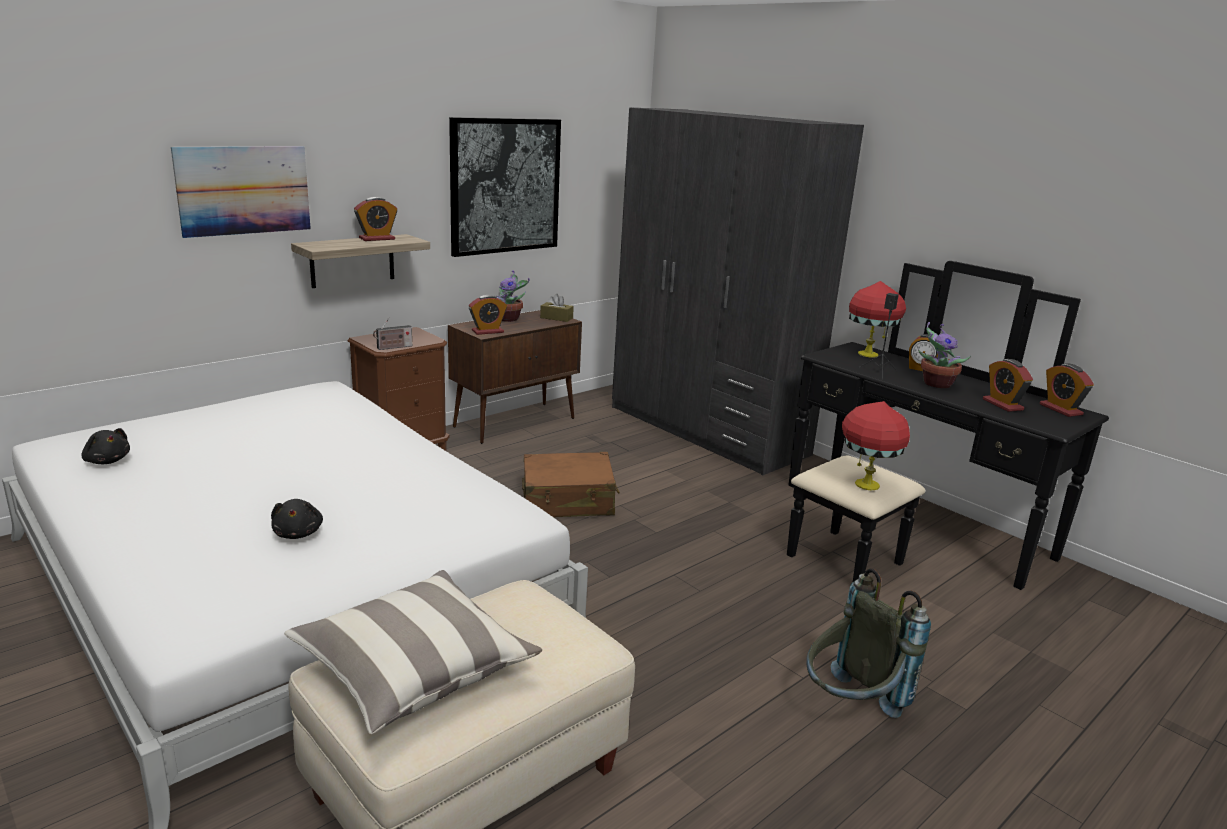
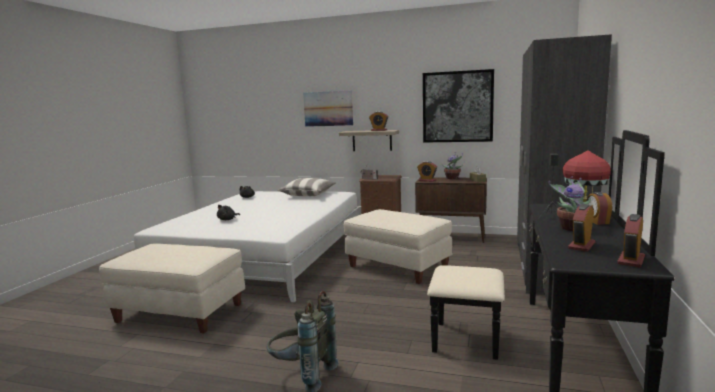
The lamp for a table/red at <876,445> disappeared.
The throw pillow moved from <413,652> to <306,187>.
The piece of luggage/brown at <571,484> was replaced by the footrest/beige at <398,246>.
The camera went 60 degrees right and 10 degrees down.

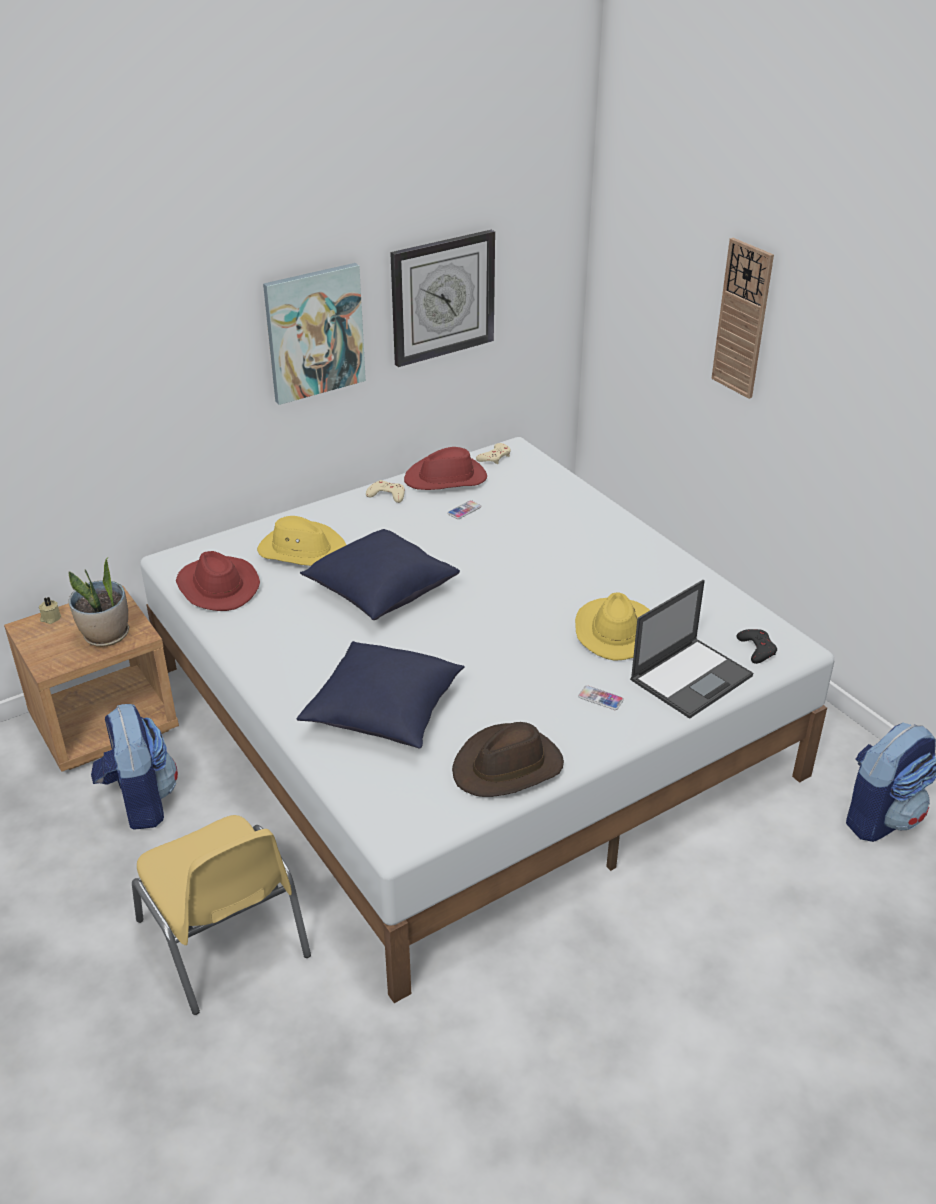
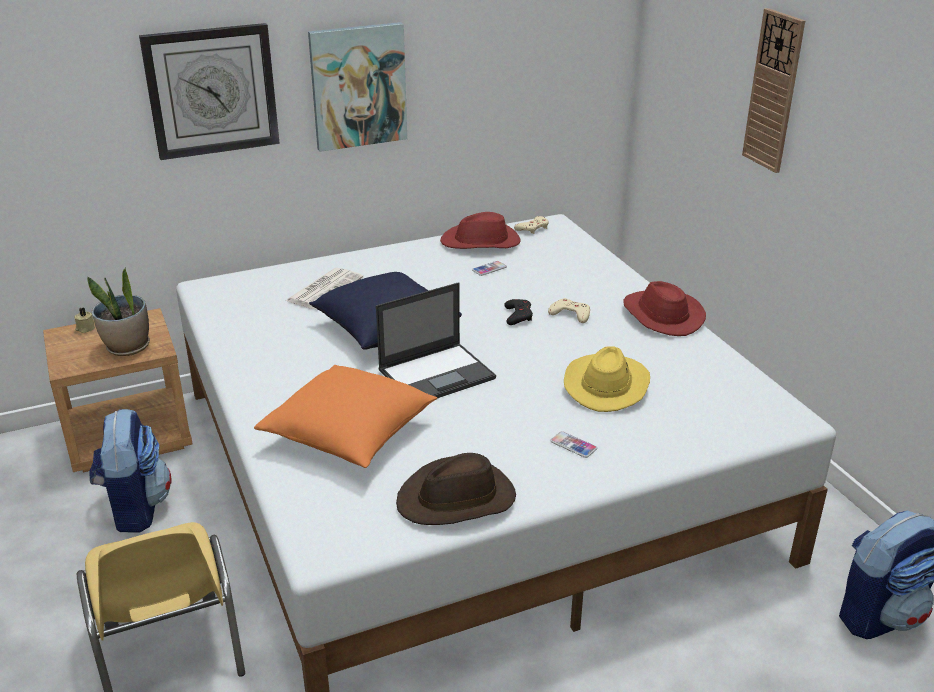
The clothing hat/red moved from <218,581> to <664,308>.
The joypad/beige moved from <385,491> to <569,310>.
The hanging clock moved from <442,298> to <209,91>.
The portable computer moved from <691,649> to <436,340>.
The joypad/black moved from <757,646> to <518,312>.
The clothing hat/yellow at <301,541> was replaced by the printed paper at <324,289>.
The throw pillow/bluish at <381,695> became the throw pillow/orange-coloured at <345,416>.
The camera went 10 degrees right and 5 degrees down.

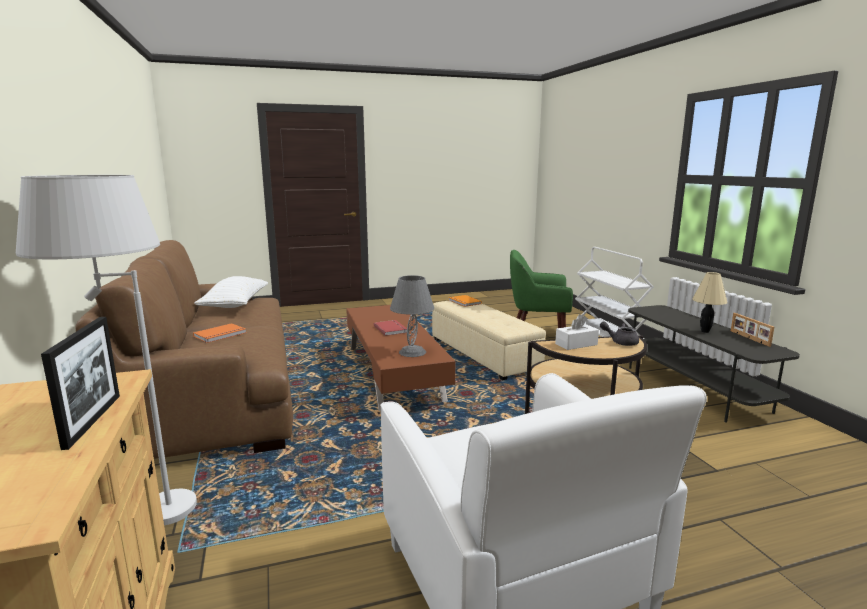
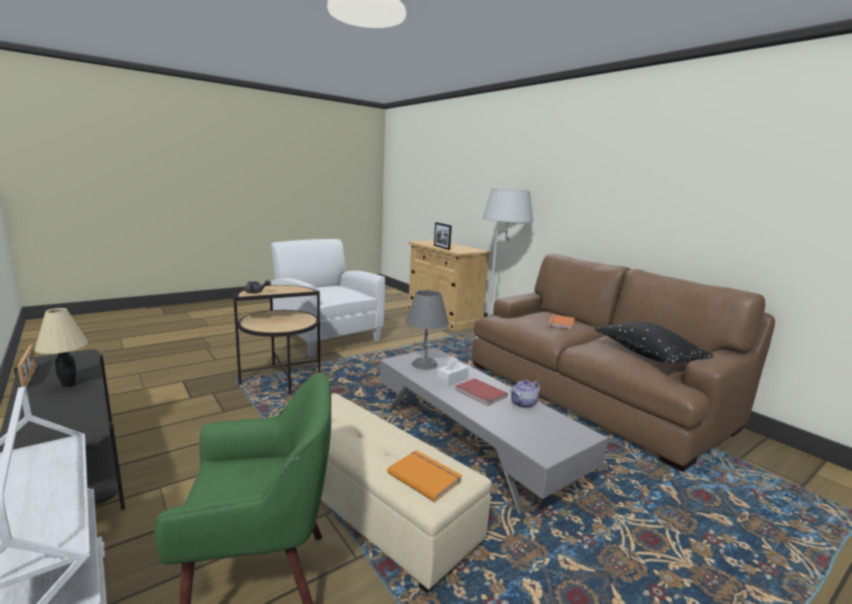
The tea pot at <525,394> appeared.
The tissue holder/white moved from <577,332> to <452,371>.
The throw pillow/white at <231,292> became the throw pillow/black at <654,343>.
The coffee table/brown at <401,358> became the coffee table/grey at <493,431>.
The camera went 160 degrees right and 0 degrees up.

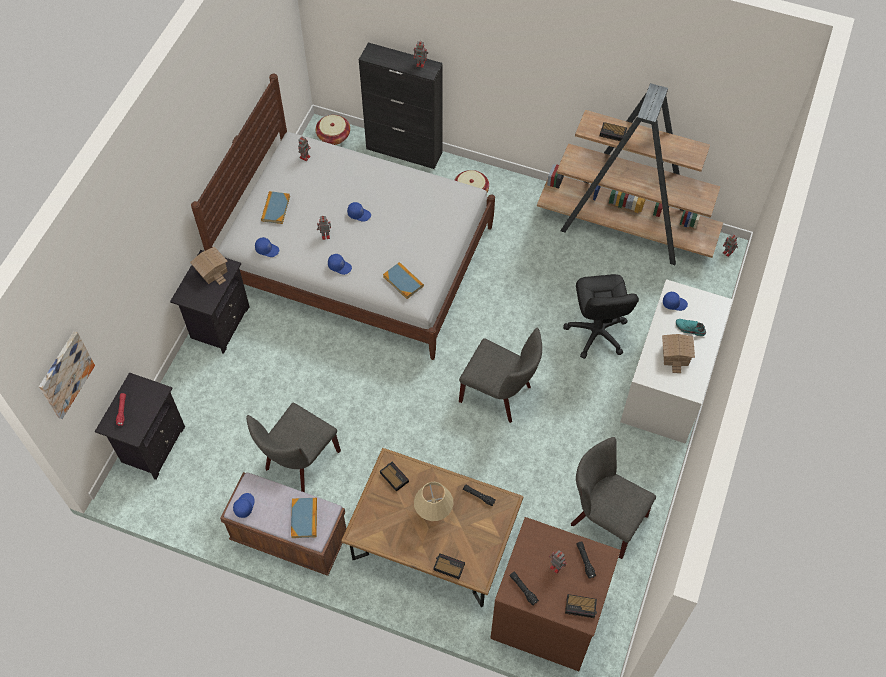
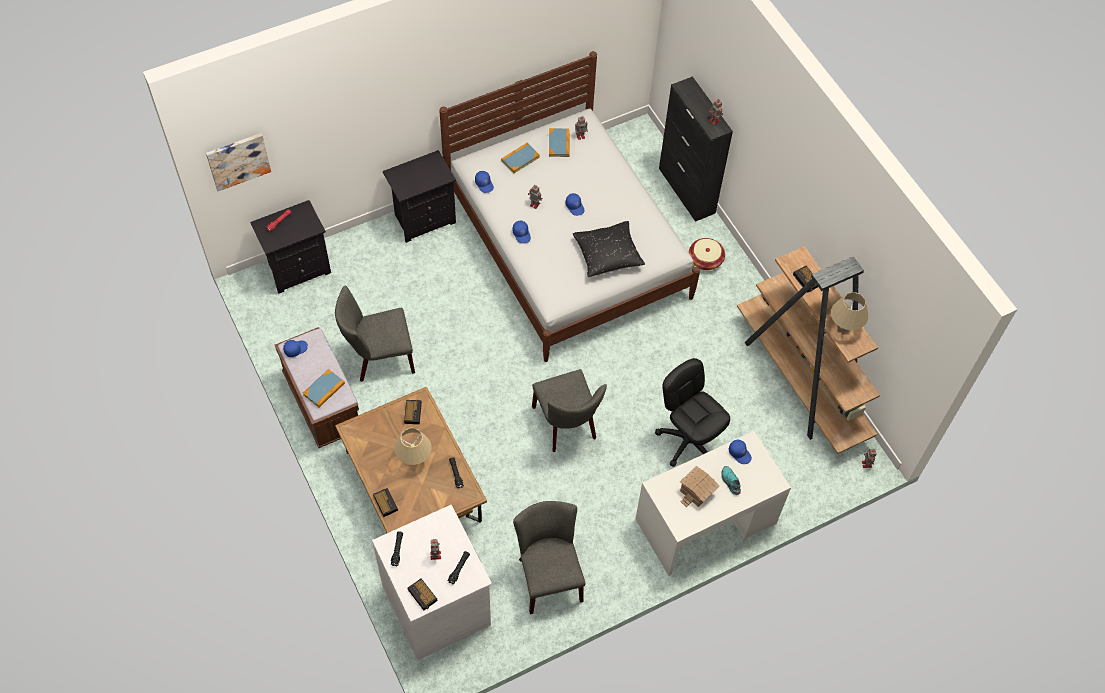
The model house at <209,266> disappeared.
The household basket at <333,130> disappeared.
The throw pillow/black at <609,249> appeared.
The lamp for a table/beige at <849,312> appeared.
The book moved from <403,280> to <559,142>.
The drawer chest/brown at <556,594> became the drawer chest/white at <432,582>.
The office chair/black at <601,316> turned 105 degrees clockwise.
The camera went 40 degrees right and 0 degrees up.

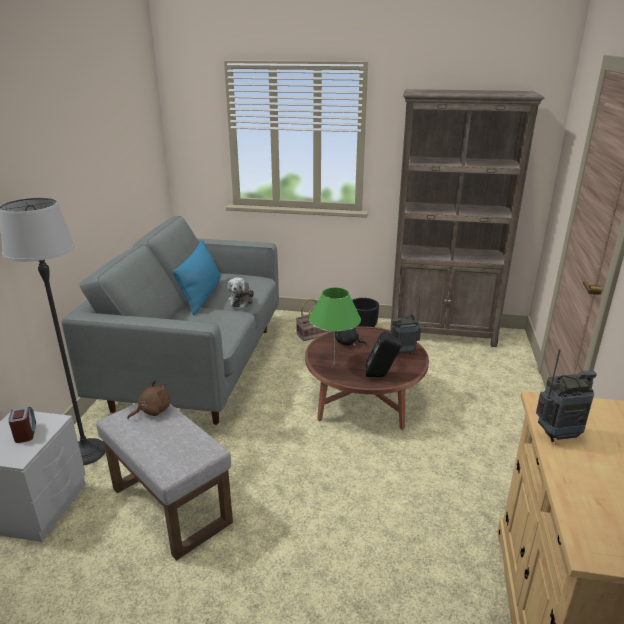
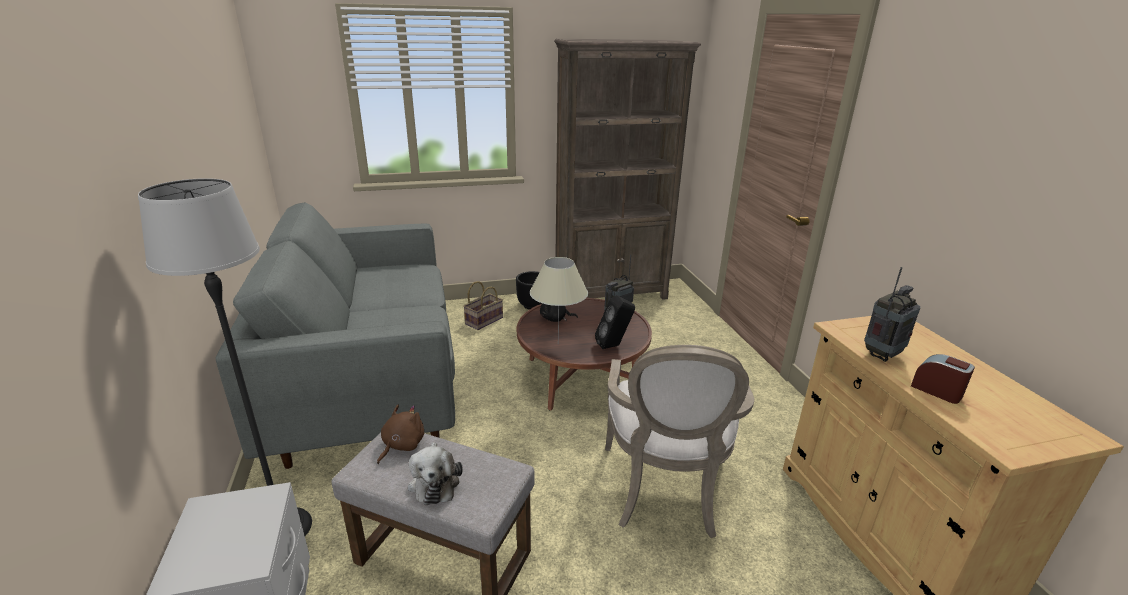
The throw pillow/bluish at <197,277> disappeared.
The easy chair at <679,441> appeared.
The bedside clock moved from <22,425> to <943,379>.
The soft toy moved from <241,292> to <435,473>.
The lamp for a table/green at <335,323> became the lamp for a table/beige at <559,299>.
The camera went 25 degrees left and 0 degrees up.

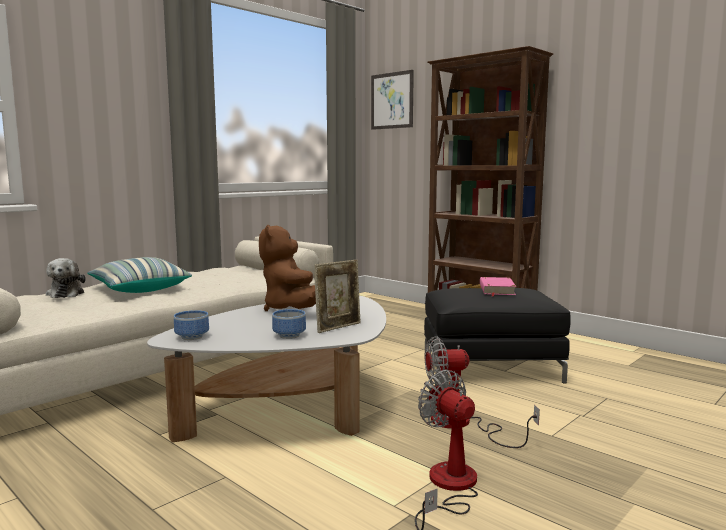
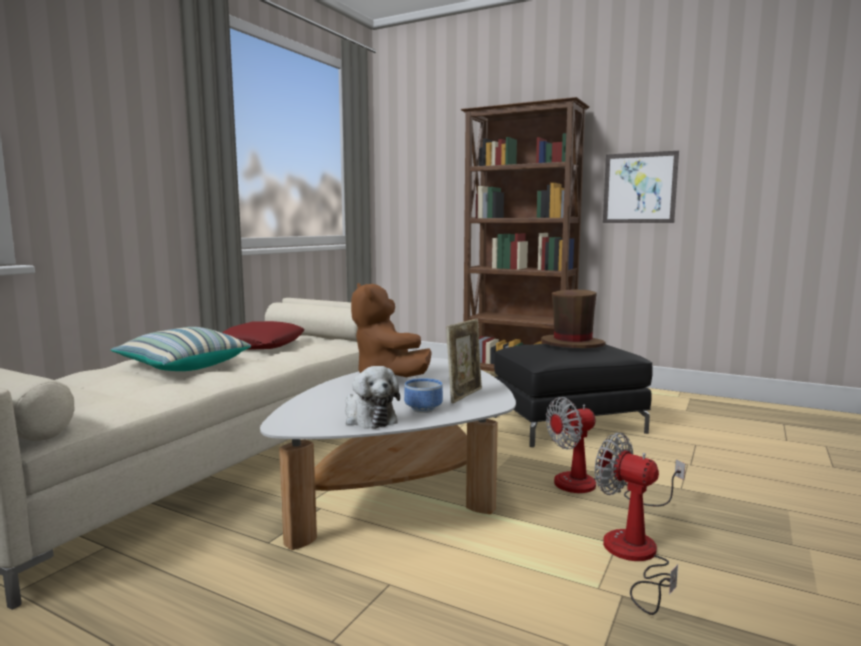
The serving bowl at <191,325> disappeared.
The throw pillow/red at <263,335> appeared.
The soft toy moved from <66,278> to <372,397>.
The wall picture moved from <392,100> to <641,187>.
The book/pink-coloured at <498,287> was replaced by the clothing hat/brown at <573,318>.
The camera went 15 degrees left and 0 degrees up.

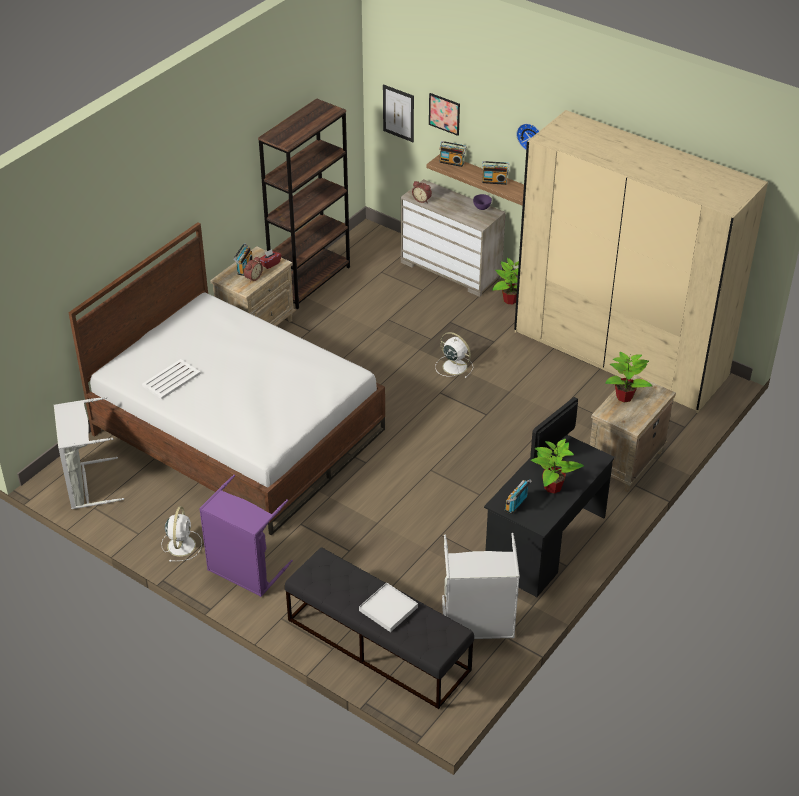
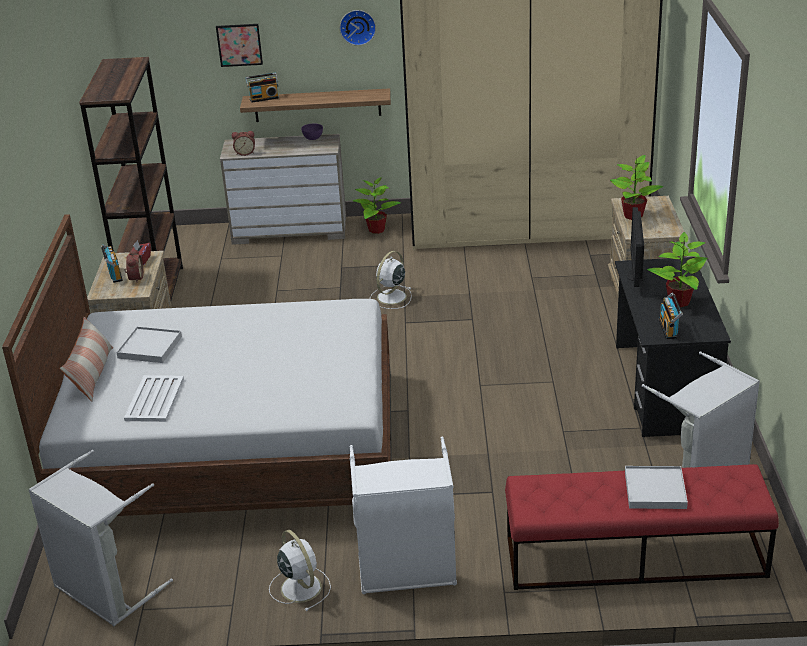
The wall picture at <398,113> disappeared.
The radio receiver at <495,173> disappeared.
The throw pillow at <86,359> appeared.
The carrying tray/white at <149,344> appeared.
The laundry basket/purplish at <246,536> became the laundry basket/white at <403,515>.
The long seat/black at <379,628> became the long seat/red at <642,527>.
The electric fan/white at <454,355> turned 60 degrees counterclockwise.
The camera went 35 degrees left and 10 degrees down.

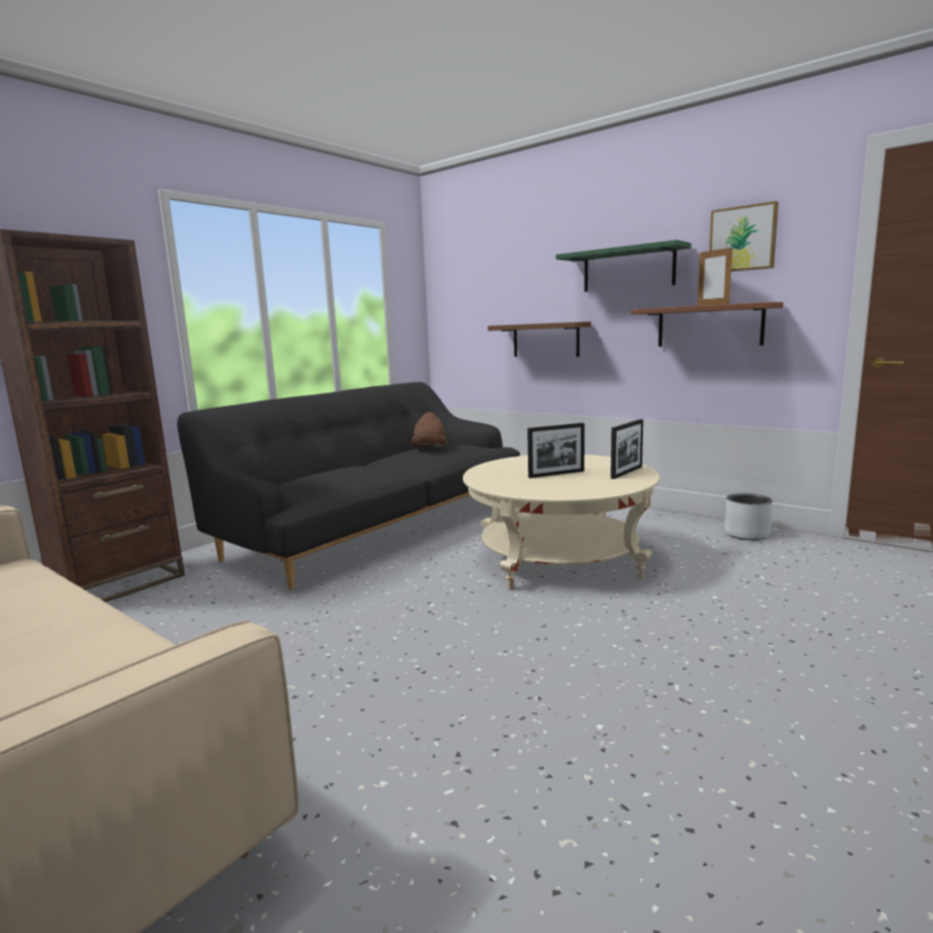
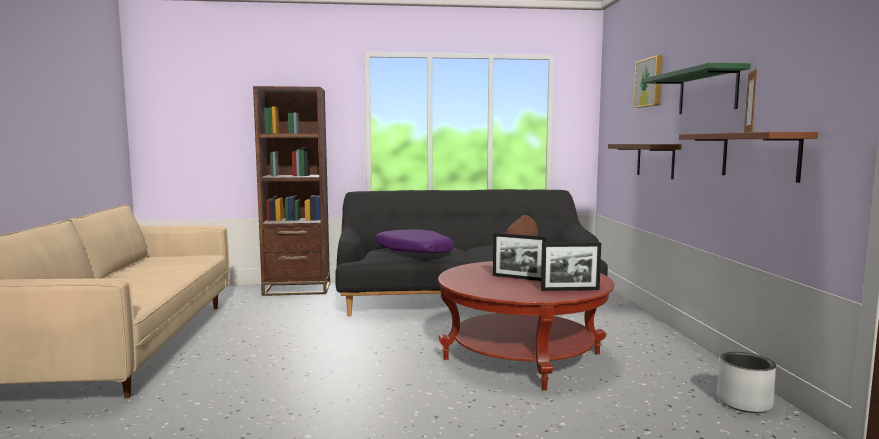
The throw pillow/purplish at <414,241> appeared.
The wall picture moved from <744,236> to <648,81>.
The coffee table/beige at <561,522> became the coffee table/red at <526,325>.
The camera went 45 degrees right and 5 degrees down.

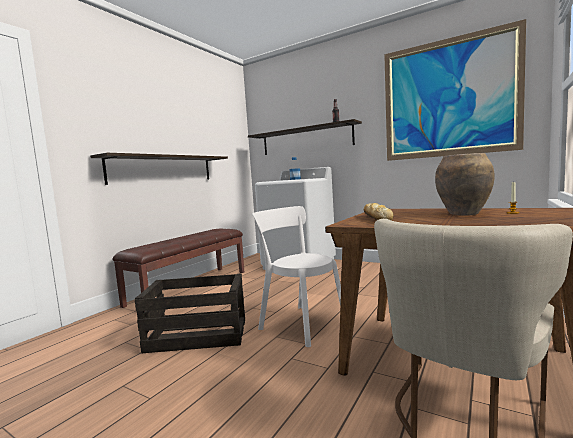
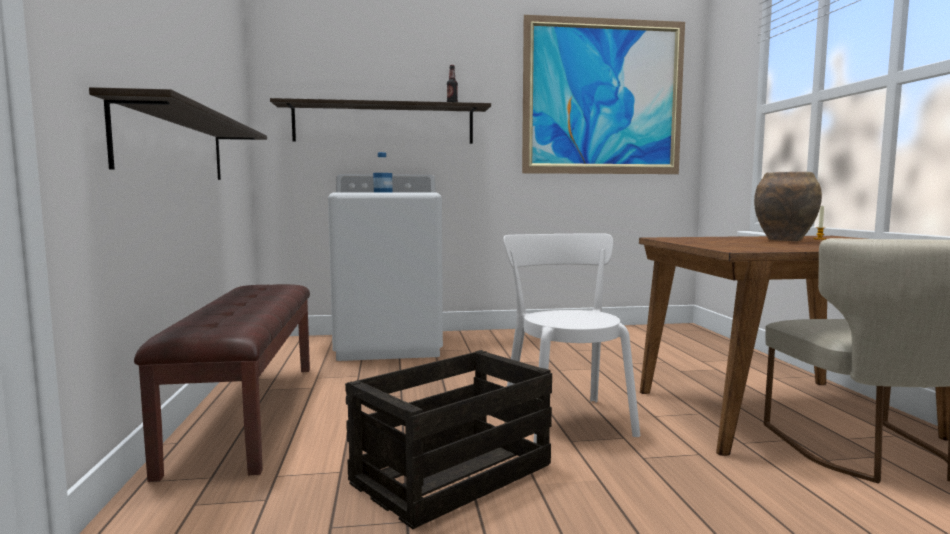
The baked bread at <379,212> disappeared.
The chair/white at <296,276> turned 75 degrees clockwise.
The camera went 40 degrees left and 0 degrees up.

